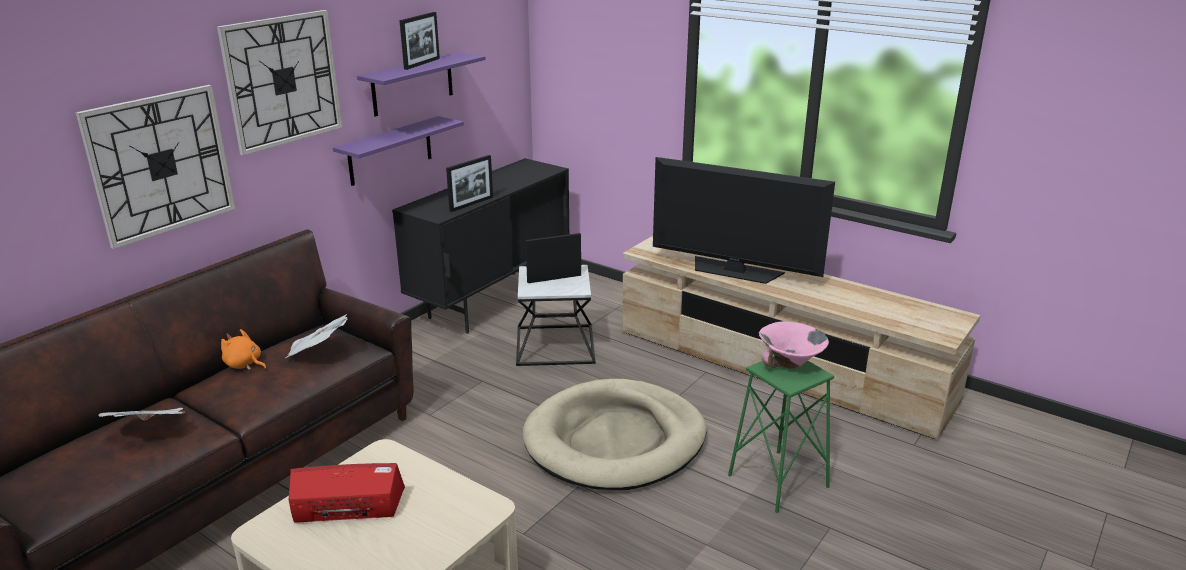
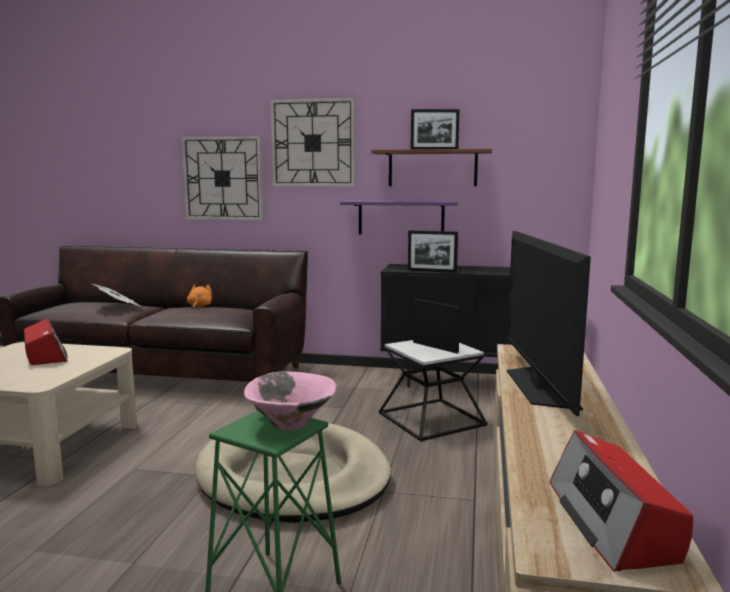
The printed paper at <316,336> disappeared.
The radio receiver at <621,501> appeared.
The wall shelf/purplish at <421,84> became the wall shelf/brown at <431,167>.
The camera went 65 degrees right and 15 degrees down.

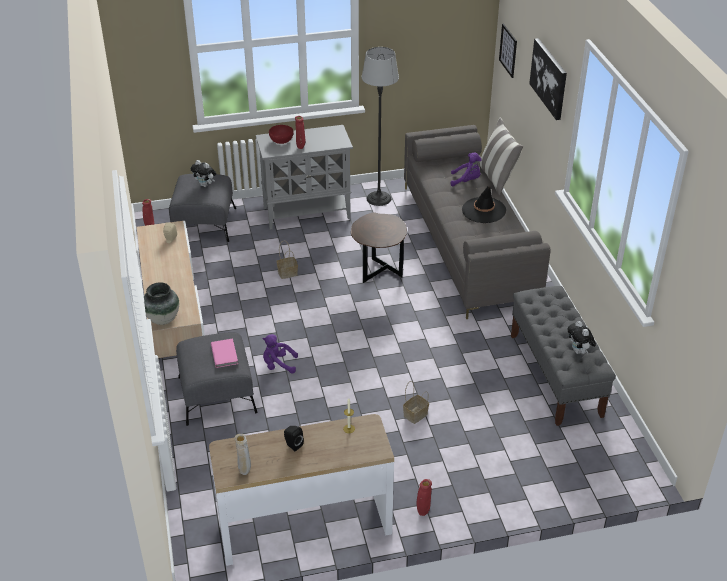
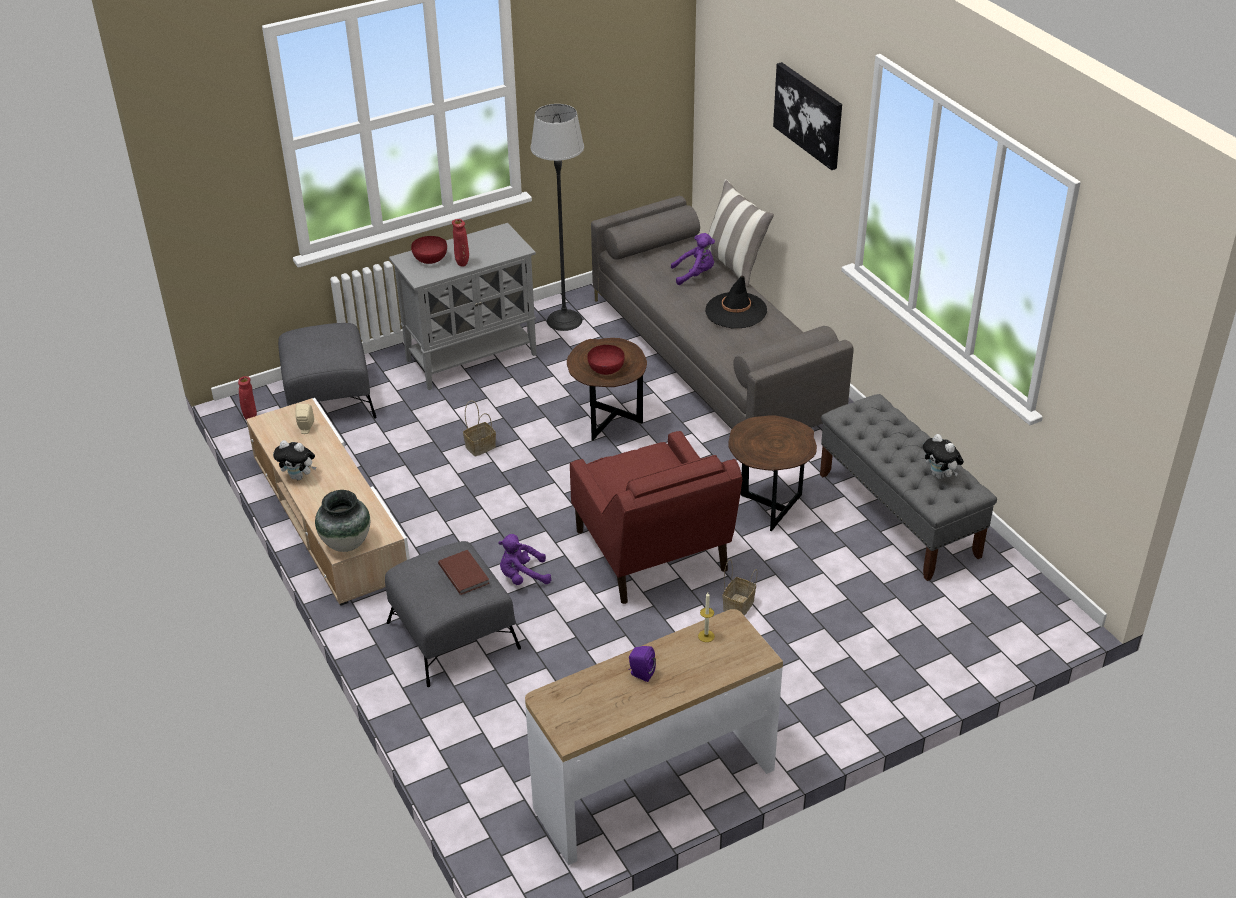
The decorative vase/beige at <243,454> disappeared.
The decorative vase/red at <424,497> disappeared.
The wall picture at <508,50> disappeared.
The easy chair/red at <656,517> appeared.
The serving bowl/red at <606,360> appeared.
The accent table/brown at <773,473> appeared.
The soft toy moved from <203,173> to <294,460>.
The book/pink-coloured at <224,353> became the book/brown at <464,572>.
The speaker/black at <294,438> became the speaker/purplish at <642,664>.
The camera went 15 degrees left and 0 degrees up.

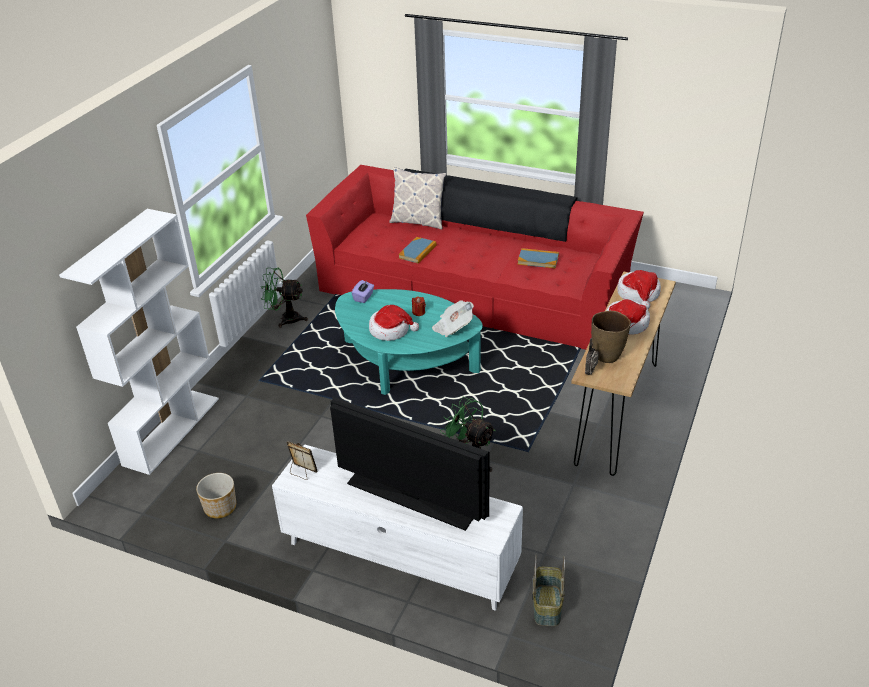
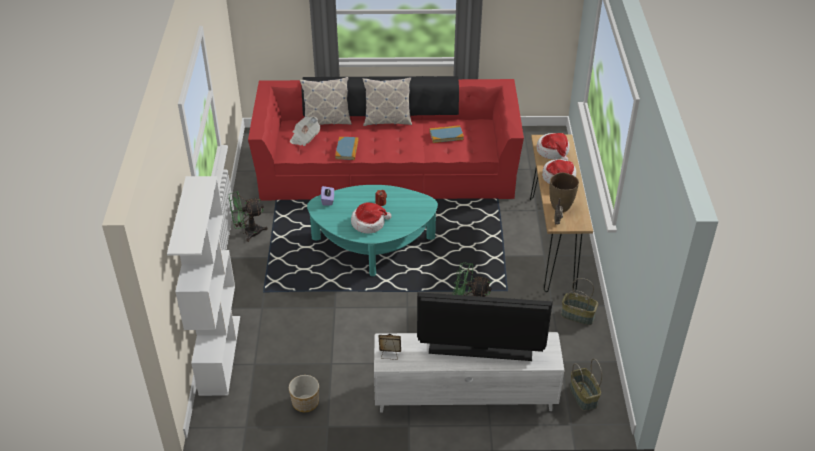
The throw pillow at <387,101> appeared.
The household basket at <579,301> appeared.
The printed paper moved from <453,318> to <305,131>.
The camera went 25 degrees left and 5 degrees up.

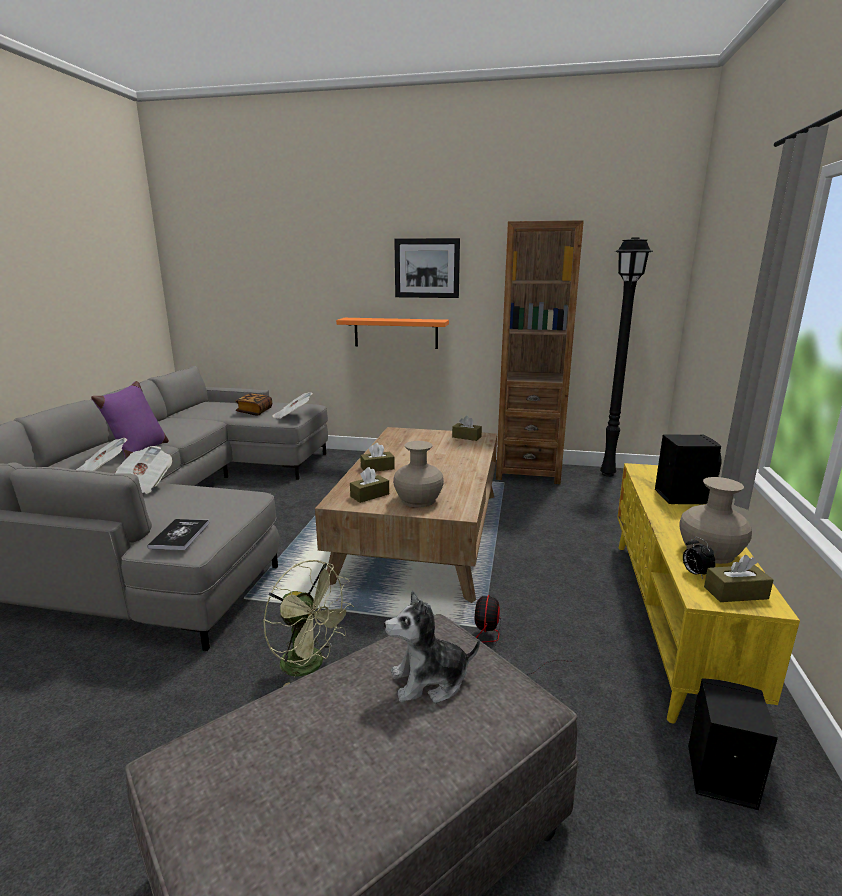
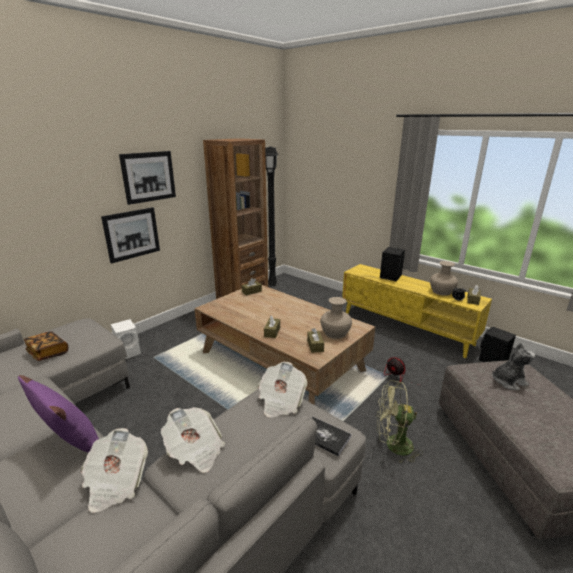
The speaker/white at <126,339> appeared.
The printed paper moved from <292,405> to <282,389>.
The wall shelf/orange-coloured at <392,333> was replaced by the wall picture at <130,235>.
The electric fan/green at <308,623> turned 150 degrees counterclockwise.
The soft toy at <432,647> turned 120 degrees counterclockwise.
The camera went 60 degrees left and 5 degrees up.

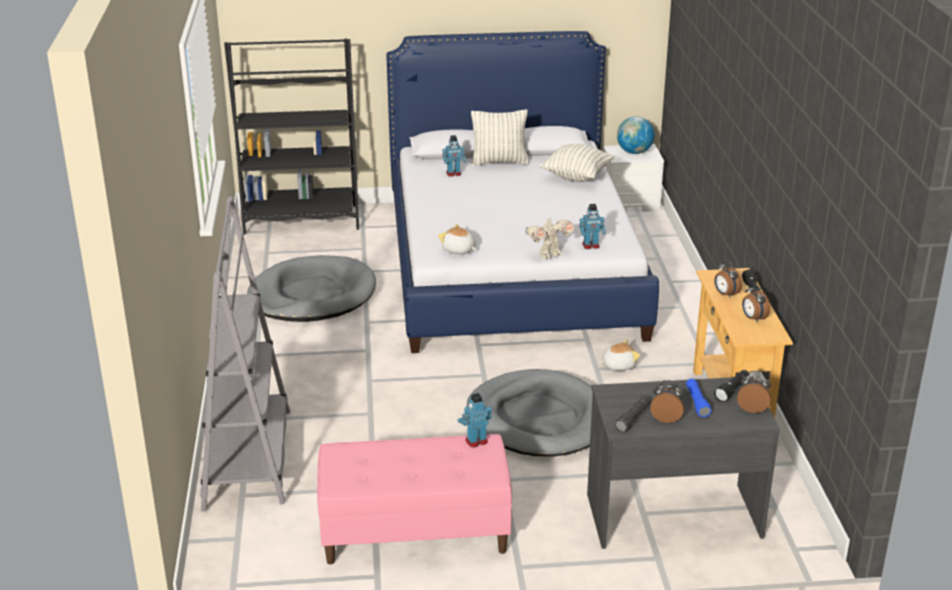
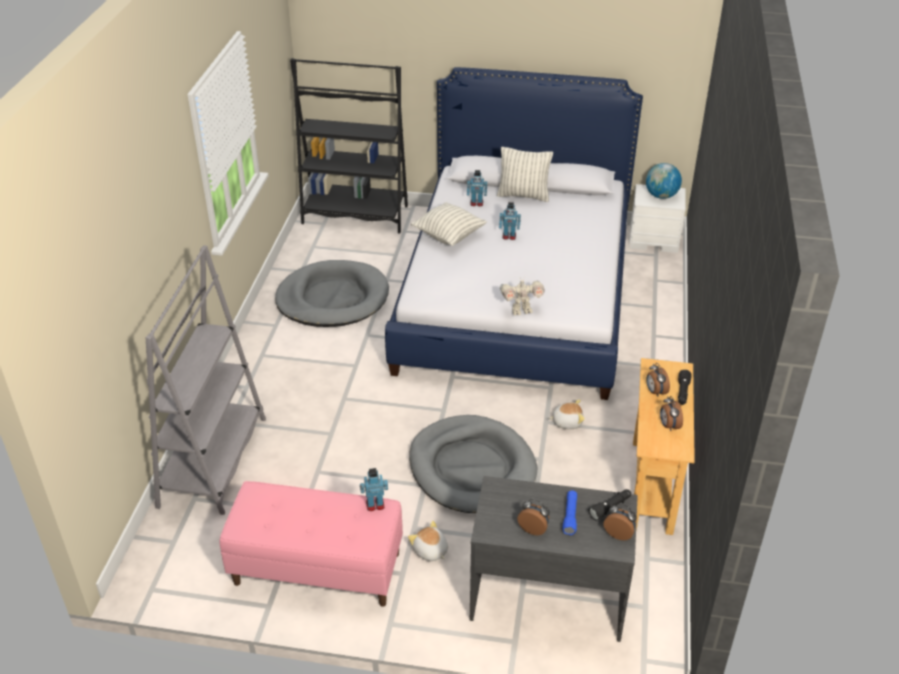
The hand torch/black at <632,414> disappeared.
The soft toy moved from <457,239> to <428,541>.
The throw pillow moved from <577,163> to <449,224>.
The toy robot moved from <592,226> to <510,221>.
The camera went 15 degrees right and 10 degrees up.

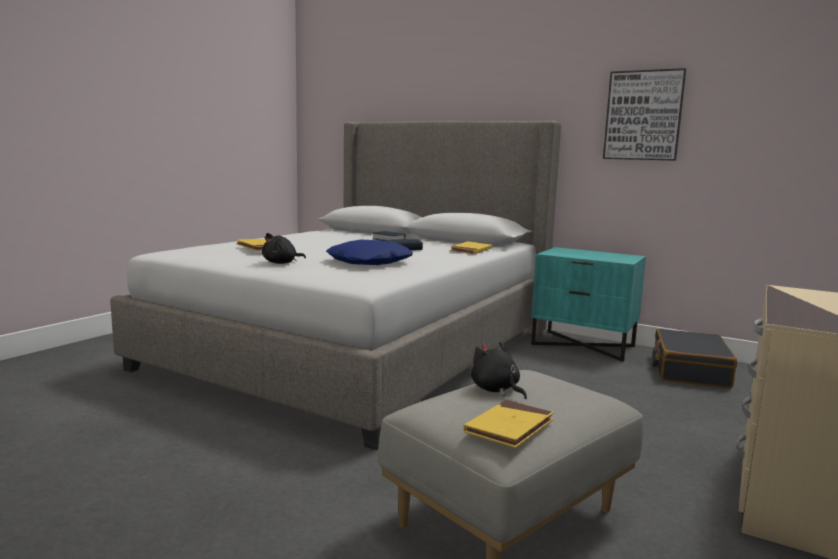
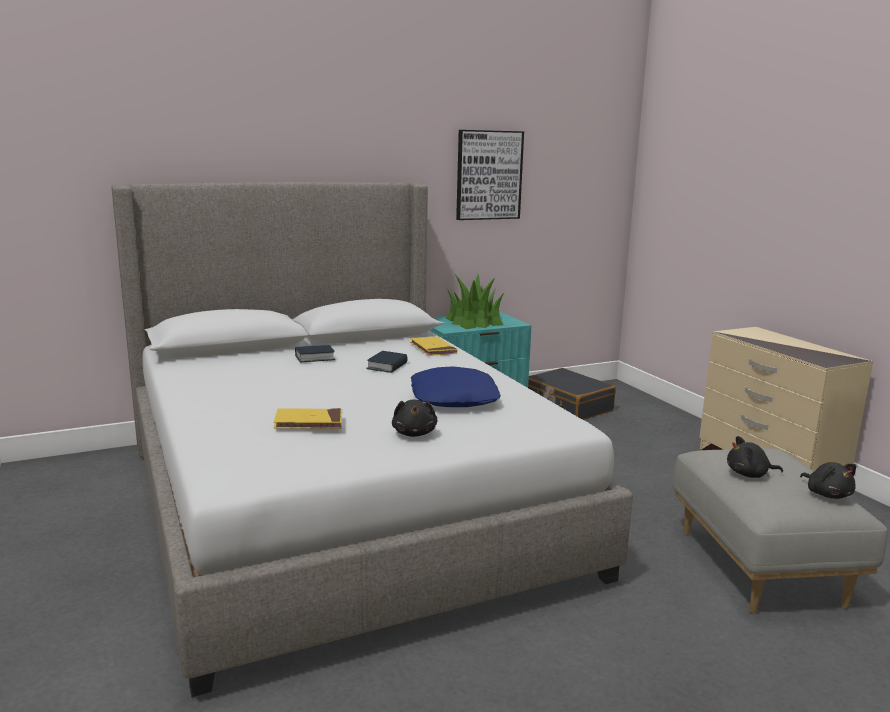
The potted plant at <475,301> appeared.
The book/yellow at <508,424> was replaced by the soft toy/black at <828,480>.
The camera went 55 degrees left and 5 degrees up.

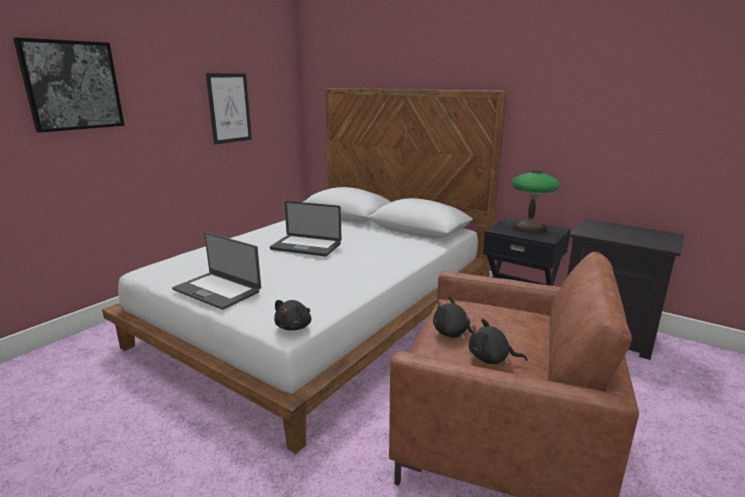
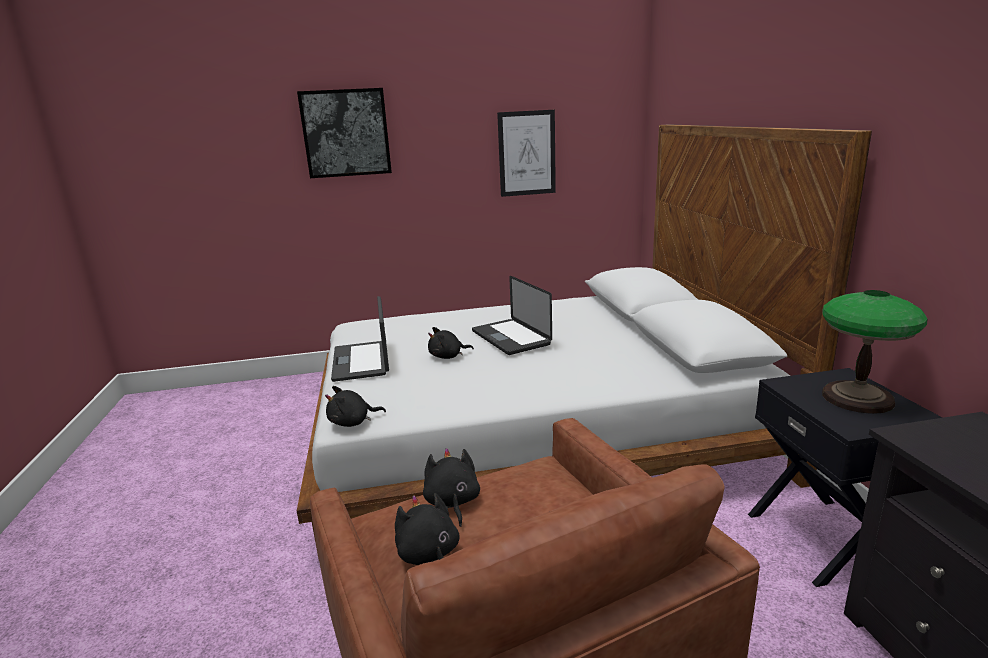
The soft toy/black at <451,343> appeared.
The camera went 45 degrees right and 0 degrees up.

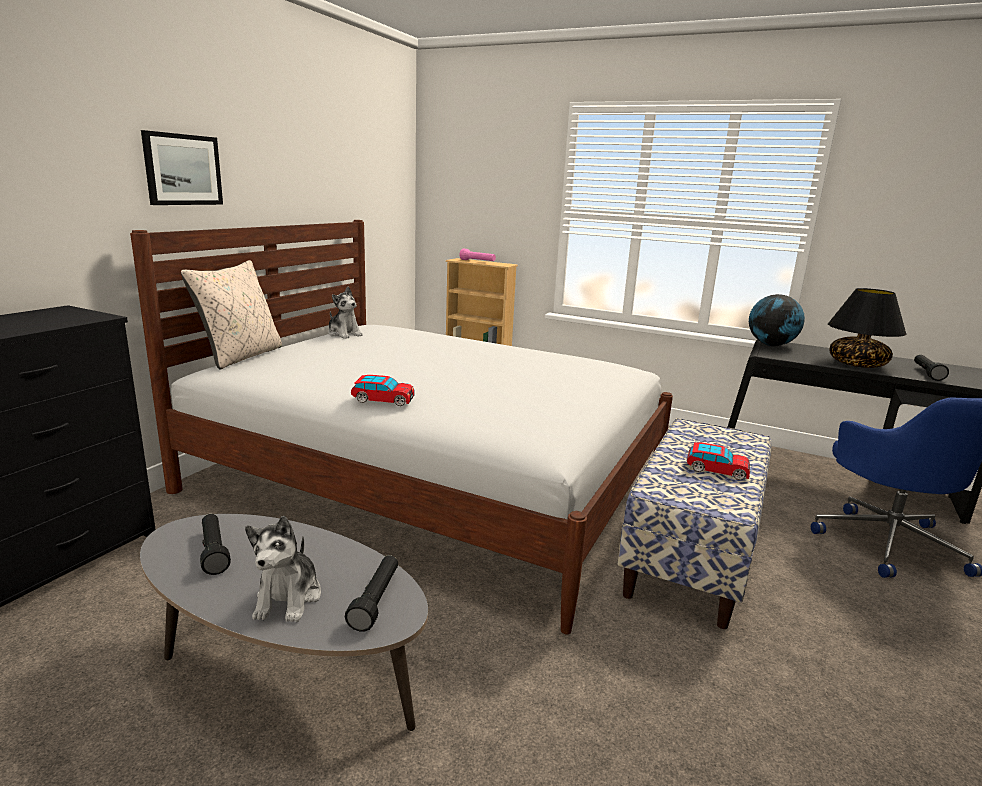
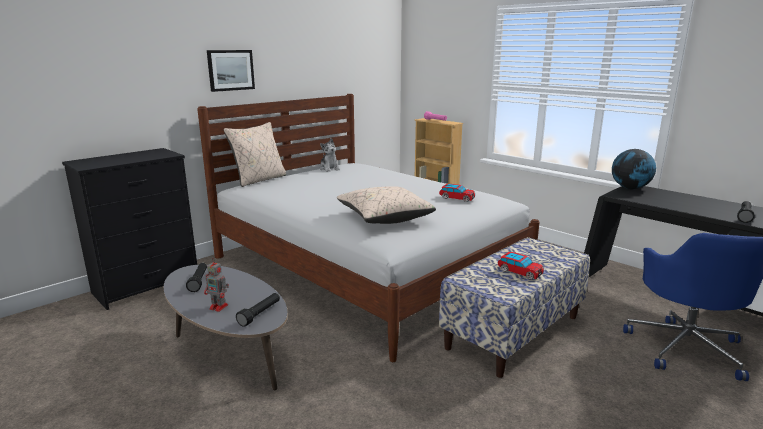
The lamp for a table/black at <867,328> disappeared.
The throw pillow/beige at <386,205> appeared.
The model car moved from <383,390> to <457,193>.
The soft toy at <283,569> was replaced by the toy robot at <216,285>.
The camera went 20 degrees right and 0 degrees up.

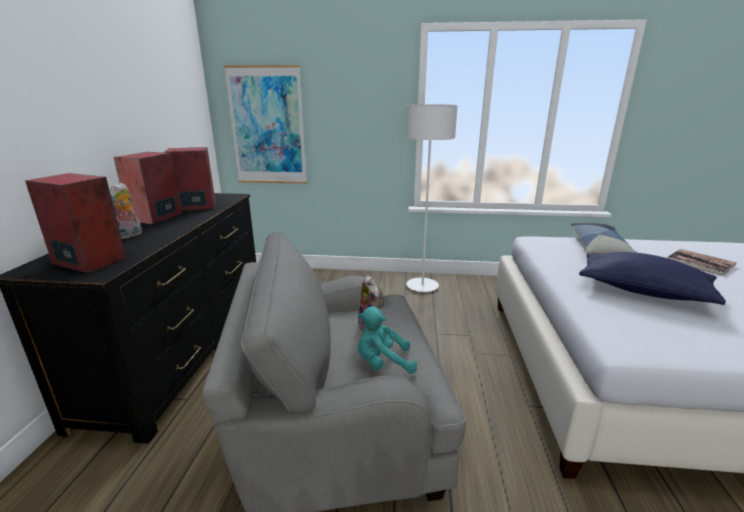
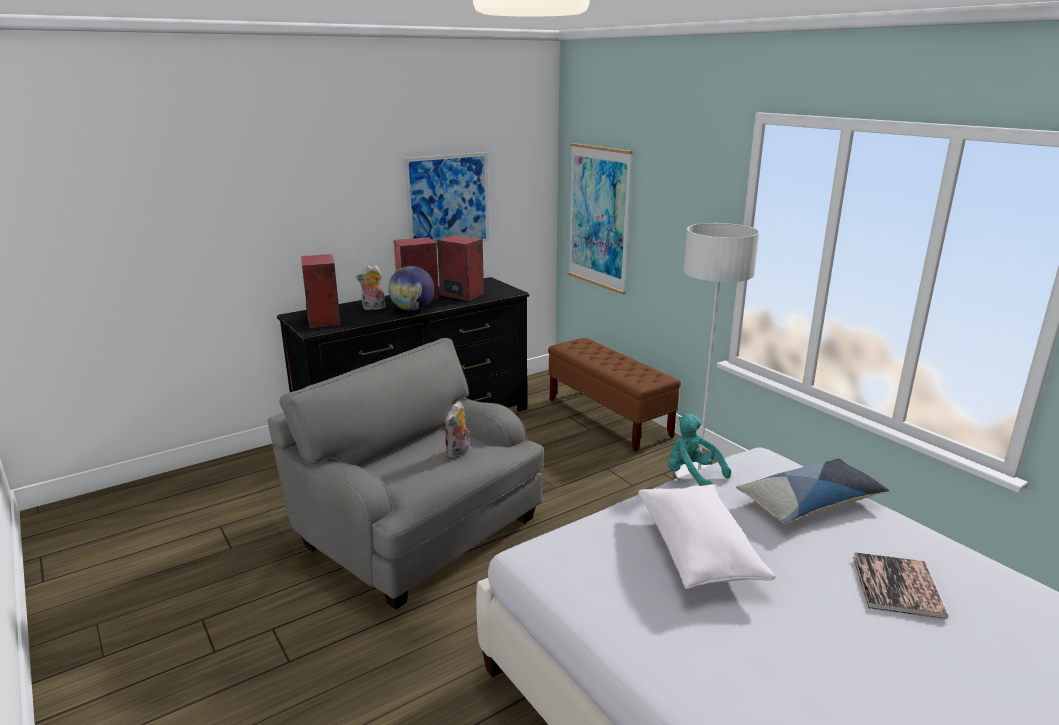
The world globe at <411,288> appeared.
The wall picture at <446,199> appeared.
The long seat/brown at <614,394> appeared.
The soft toy/turquoise-coloured moved from <387,340> to <699,450>.
The throw pillow/bluish at <652,278> became the throw pillow/white at <707,536>.
The camera went 50 degrees right and 0 degrees up.

